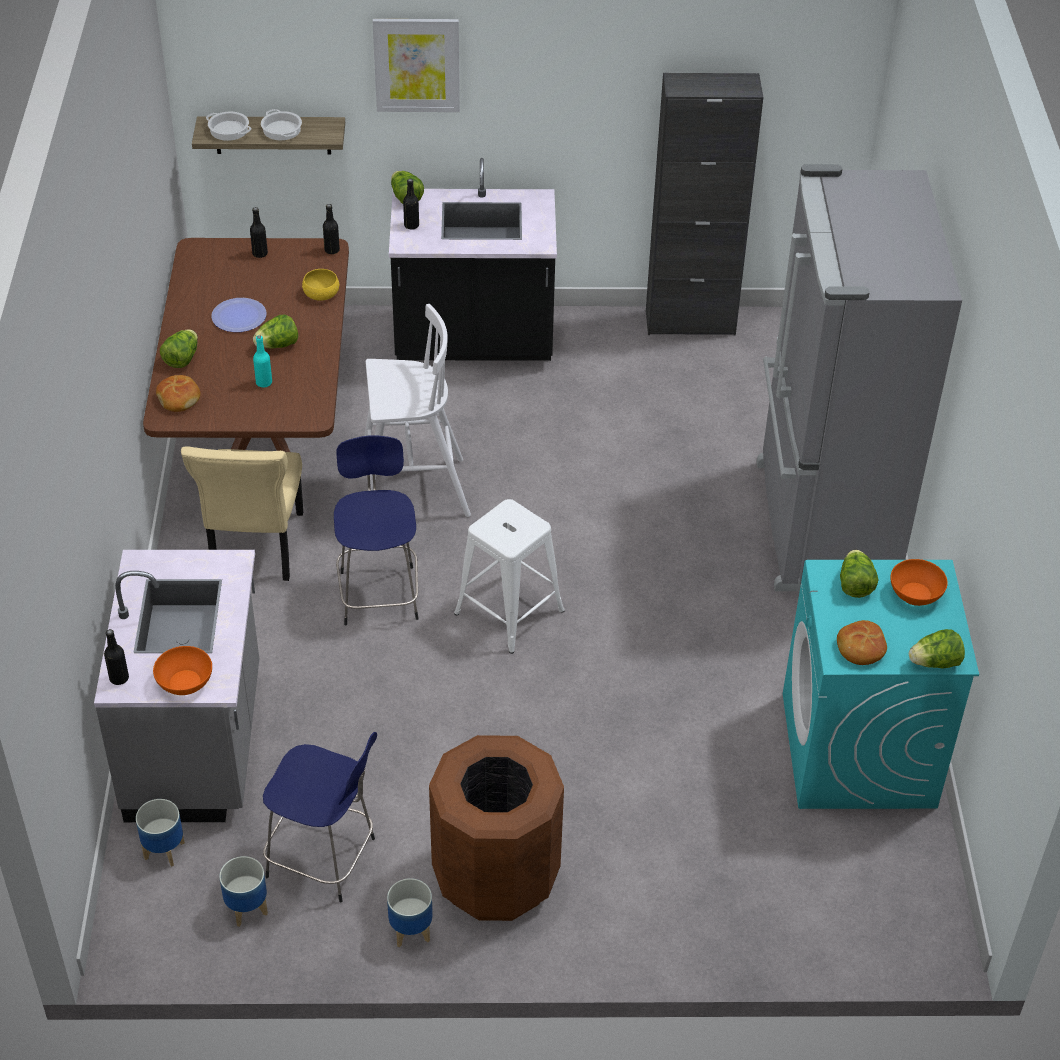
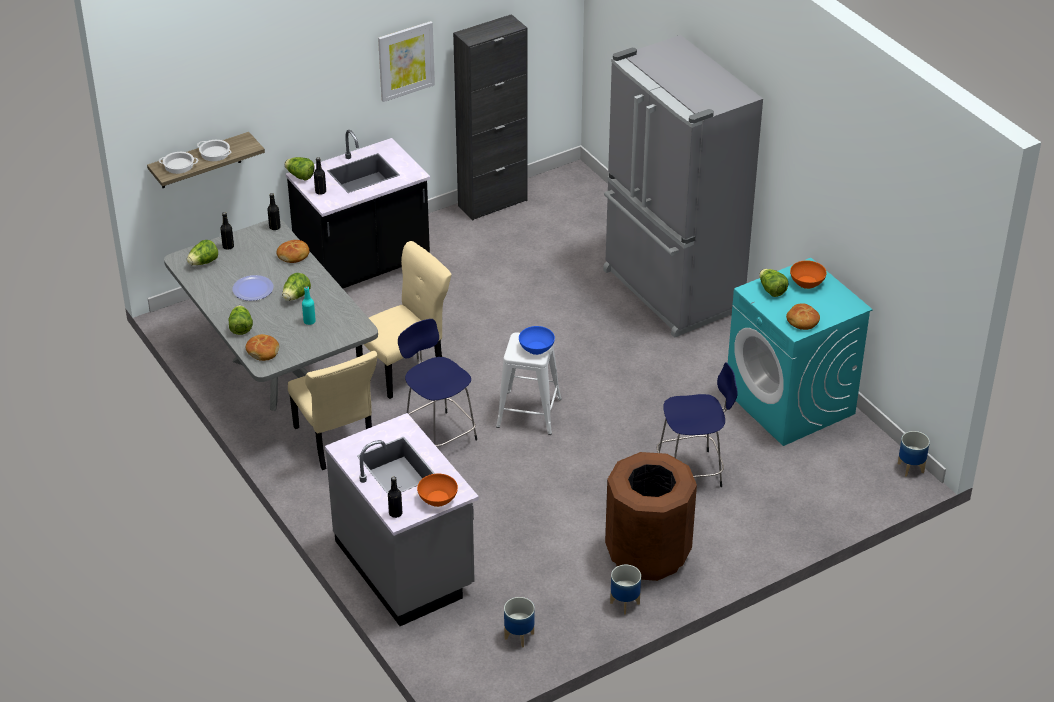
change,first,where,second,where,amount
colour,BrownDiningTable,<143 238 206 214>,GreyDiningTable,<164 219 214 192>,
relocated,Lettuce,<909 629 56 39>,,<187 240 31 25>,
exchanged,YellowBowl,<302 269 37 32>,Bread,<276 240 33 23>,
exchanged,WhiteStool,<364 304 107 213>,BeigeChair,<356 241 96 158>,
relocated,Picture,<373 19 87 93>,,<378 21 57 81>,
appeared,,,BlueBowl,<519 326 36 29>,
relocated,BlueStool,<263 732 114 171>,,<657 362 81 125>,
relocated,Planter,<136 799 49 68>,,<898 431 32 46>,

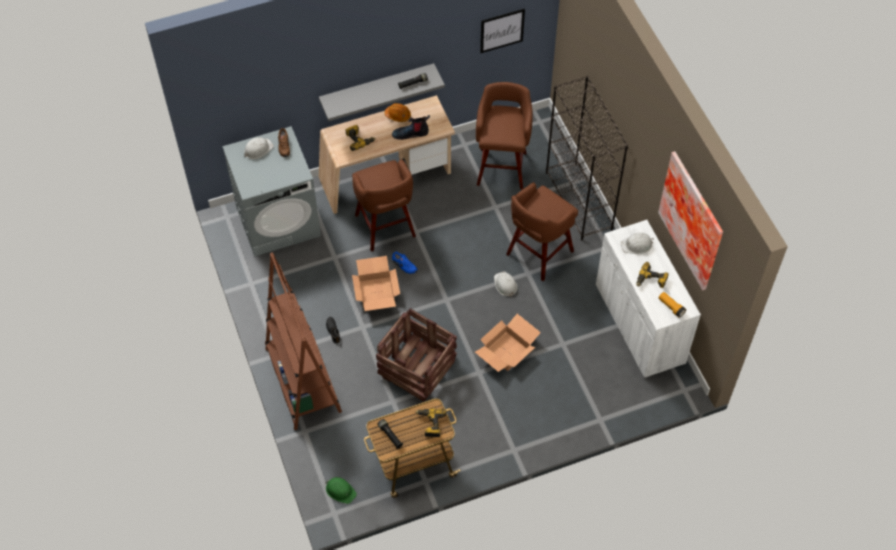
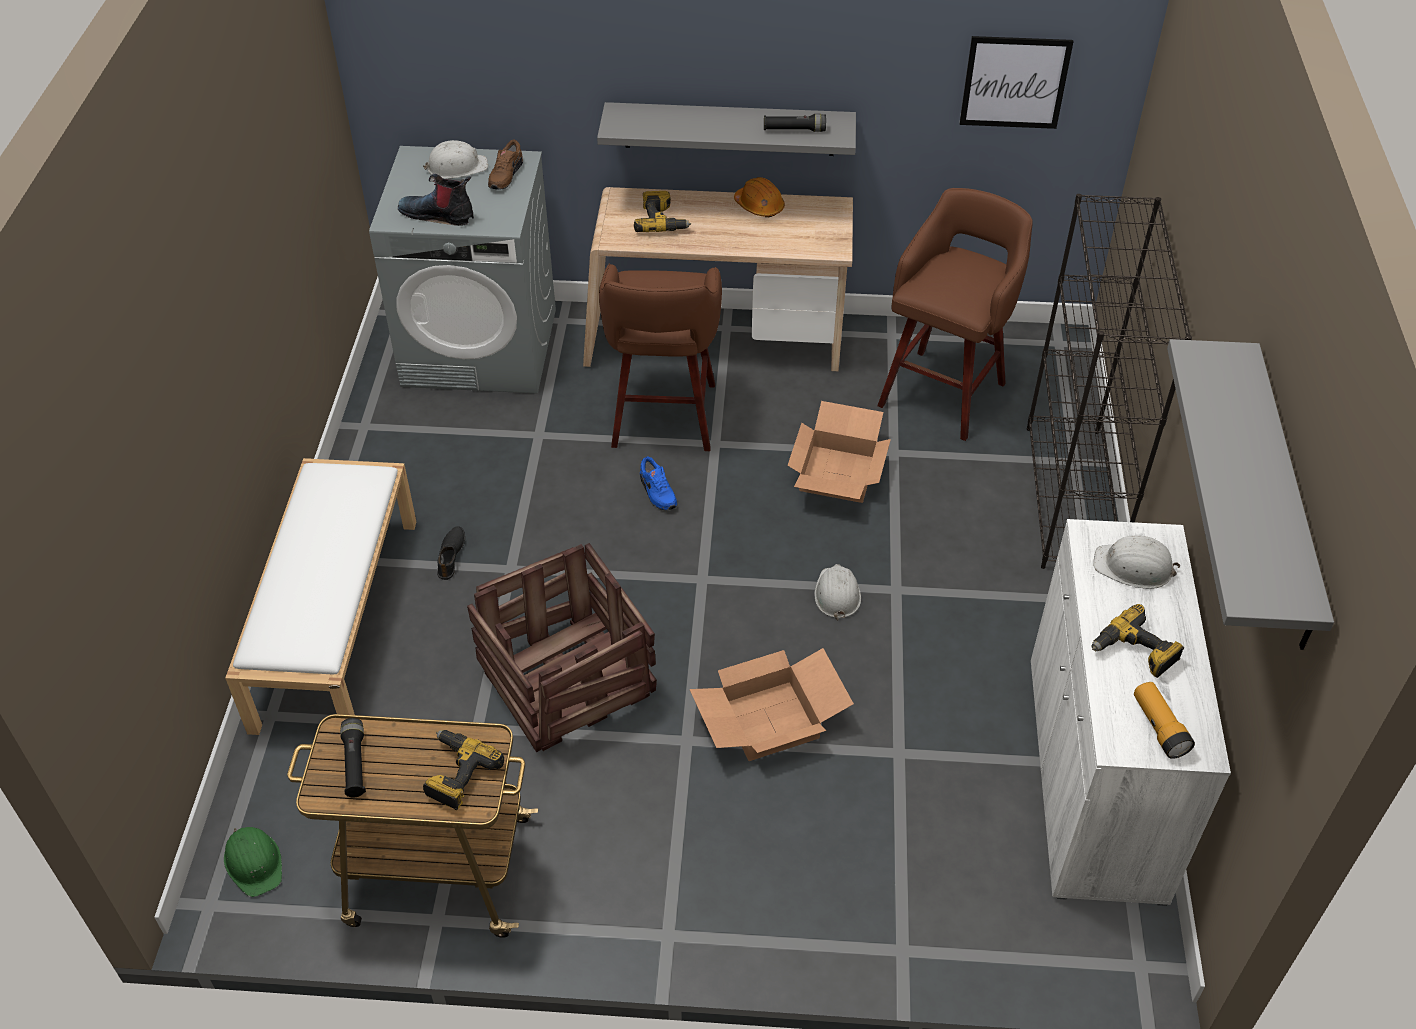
change,first,where,second,where,amount
exchanged,BrownBookcase,<265 252 77 178>,WhiteBench,<225 458 191 277>,
relocated,Boot,<392 115 38 25>,,<398 174 76 52>,
relocated,CardboardBox,<352 256 48 55>,,<787 401 104 102>,
exchanged,Picture,<658 151 65 139>,GreyShelf,<1167 339 167 311>,
missing,BrownStool,<506 182 72 99>,,,

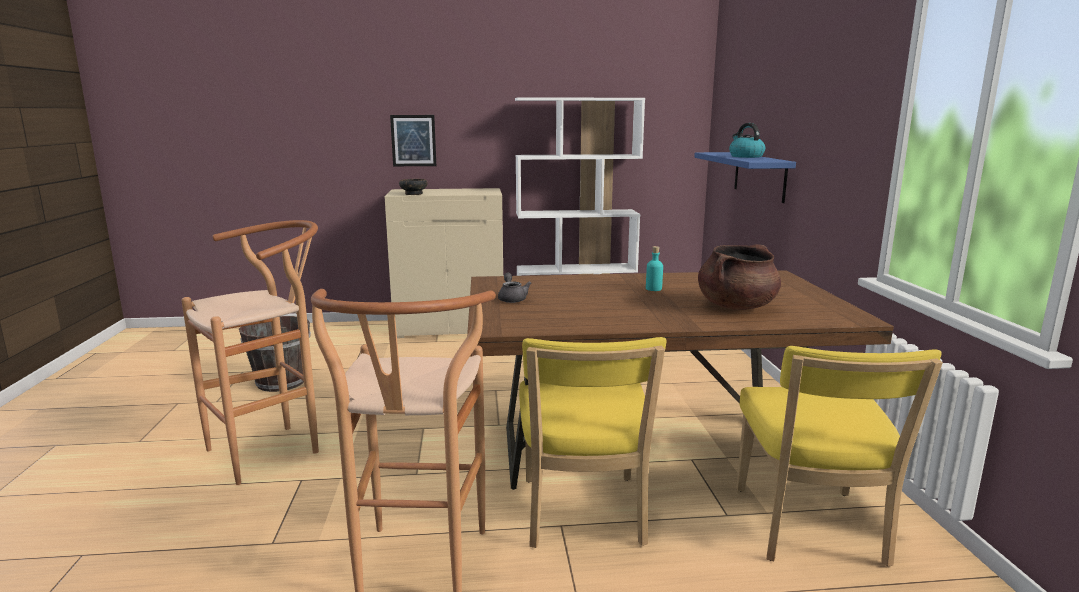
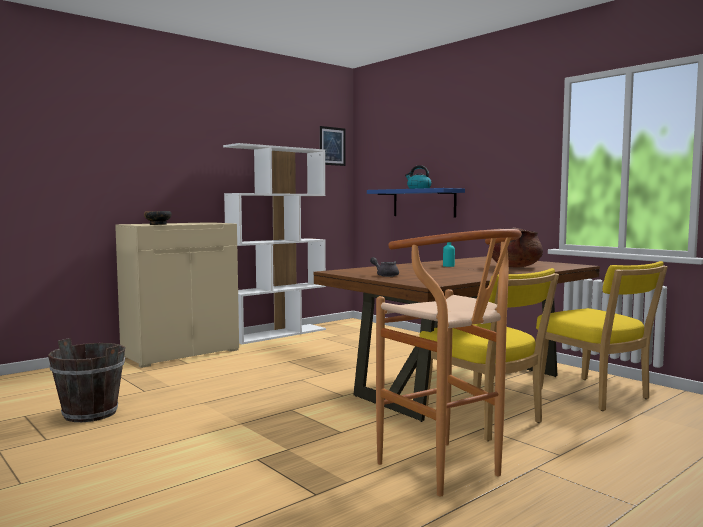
change,first,where,second,where,amount
relocated,Picture,<390 115 46 51>,,<320 126 25 40>,
missing,BrownStool,<181 220 138 265>,,,

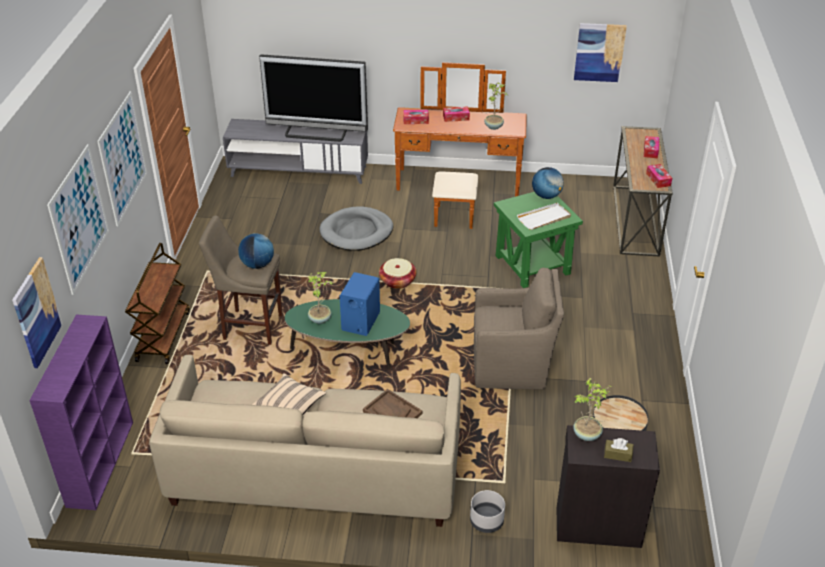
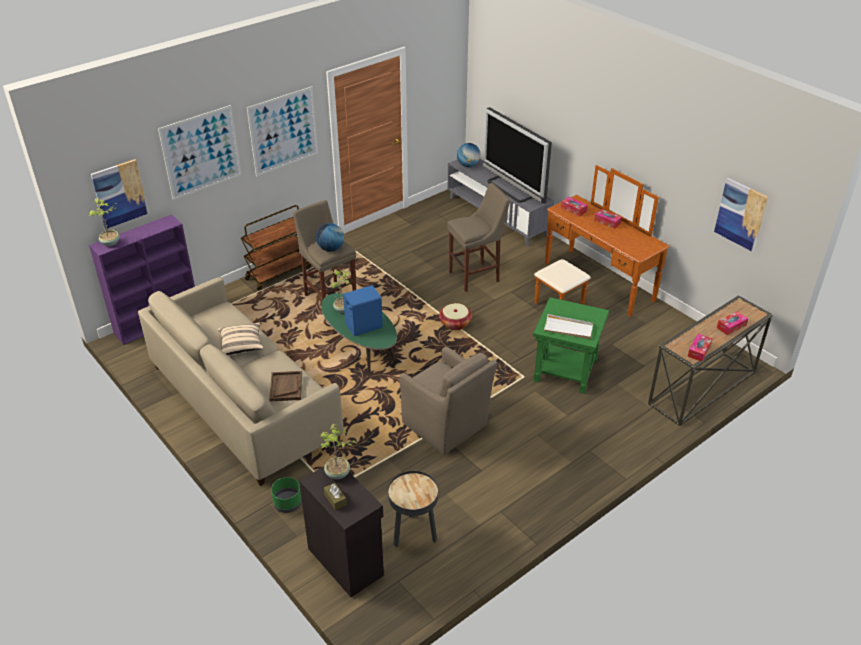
change,first,where,second,where,amount
relocated,PottedPlant,<484 83 23 47>,,<89 198 31 48>,
colour,GreyPlanter,<470 490 35 43>,GreenPlanter,<271 477 31 36>,
exchanged,GreyDogBed,<320 206 73 45>,BeigeStool,<447 183 63 109>,
relocated,Globe,<532 167 32 32>,,<457 143 24 24>,

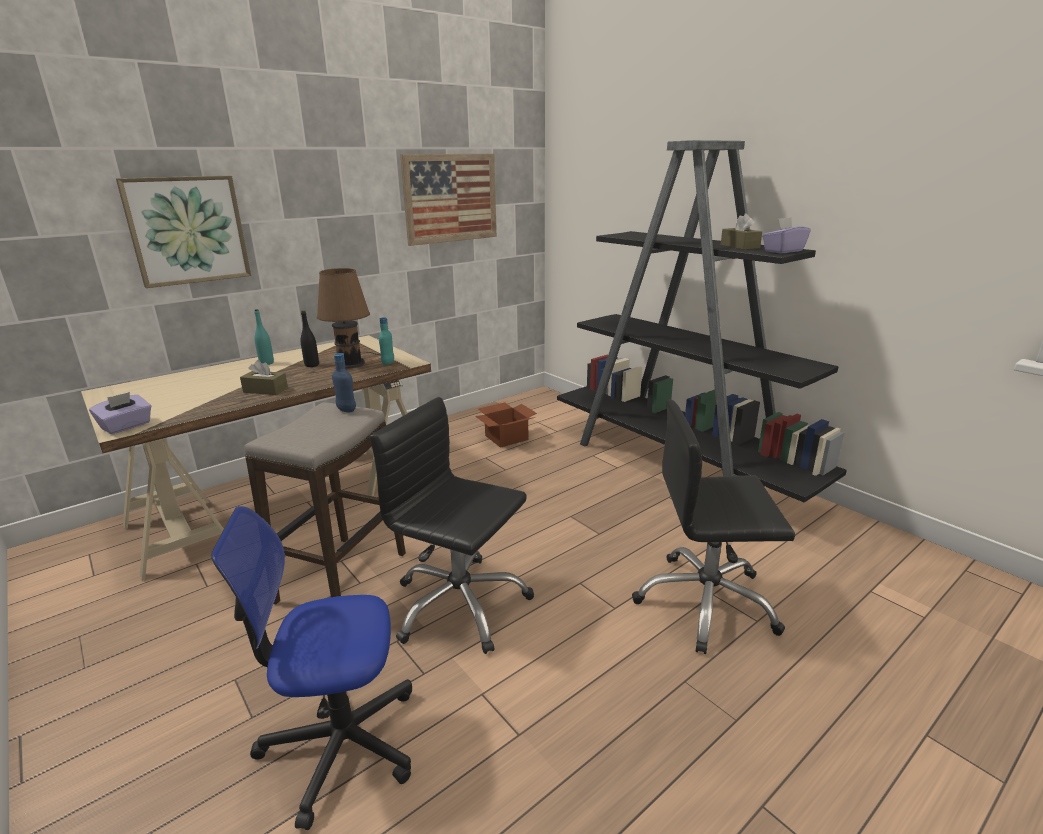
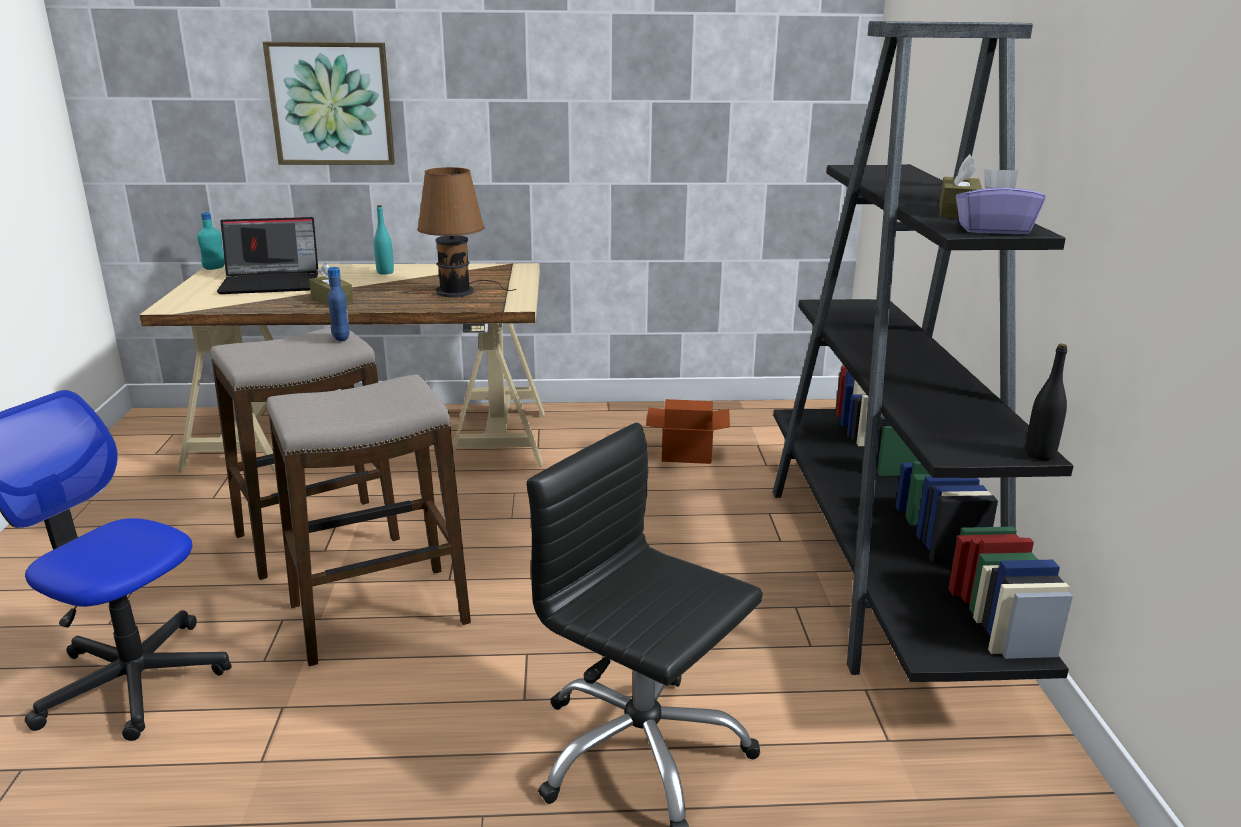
change,first,where,second,where,amount
relocated,TurquoiseBottle,<379 317 15 48>,,<197 212 28 58>,
appeared,,,Laptop,<217 217 101 77>,
exchanged,BlackOfficeChair,<370 397 164 257>,Stool,<267 374 204 292>,
relocated,BlackBottle,<301 310 18 57>,,<1025 344 42 116>,
missing,PurpleTissueBox,<89 392 62 42>,,,
missing,Picture,<400 154 97 92>,,,

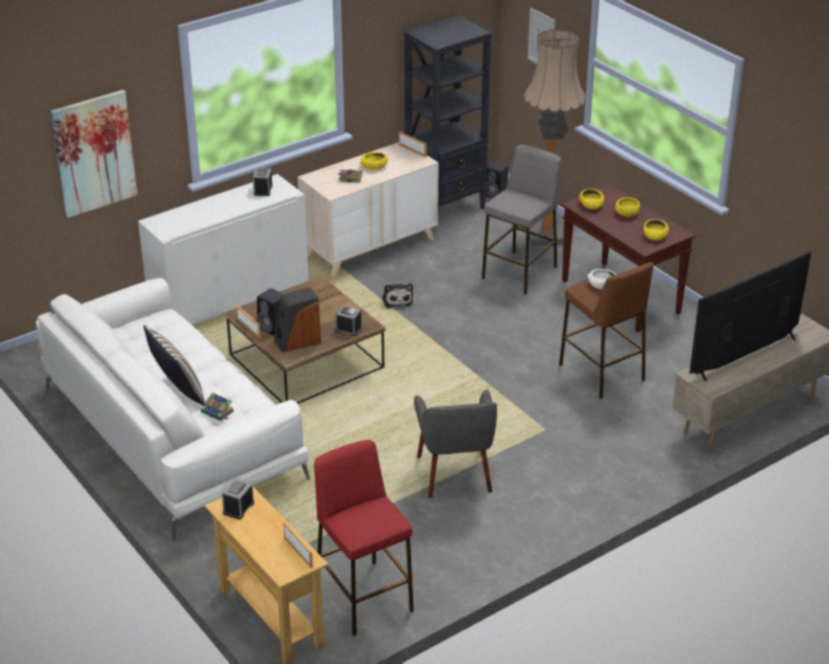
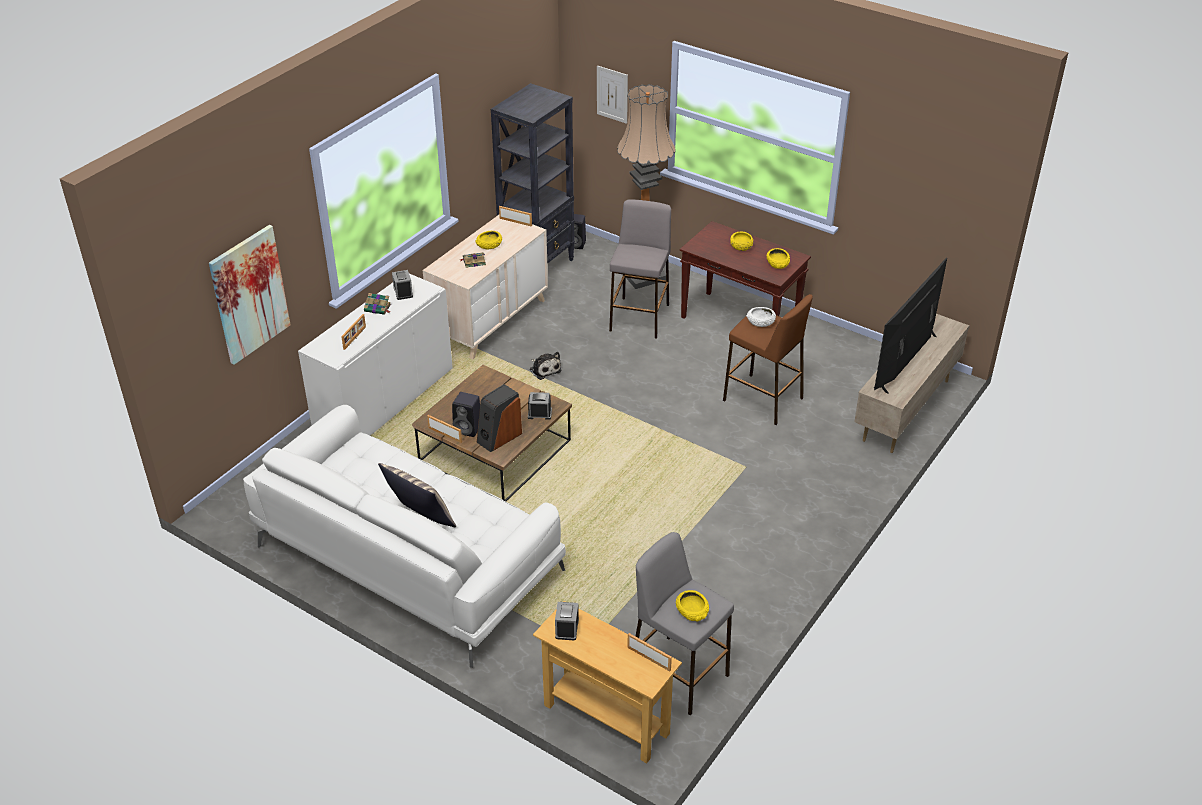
change,first,where,second,where,amount
appeared,,,PictureFrame,<341 314 25 36>,
relocated,Book,<201 392 33 29>,,<364 293 27 22>,
colour,RedStool,<314 440 100 196>,GreyStool,<635 532 99 183>,
relocated,YellowBowl,<579 189 25 20>,,<676 590 33 32>,
missing,GreyArmchair,<414 390 83 108>,,,

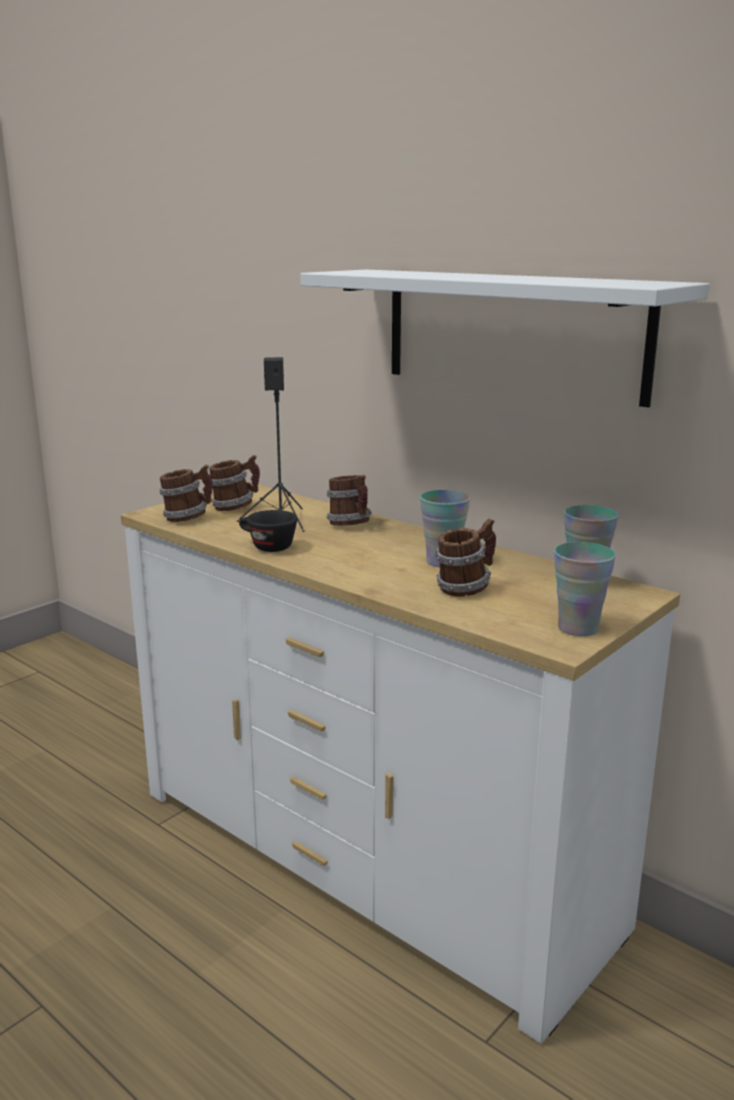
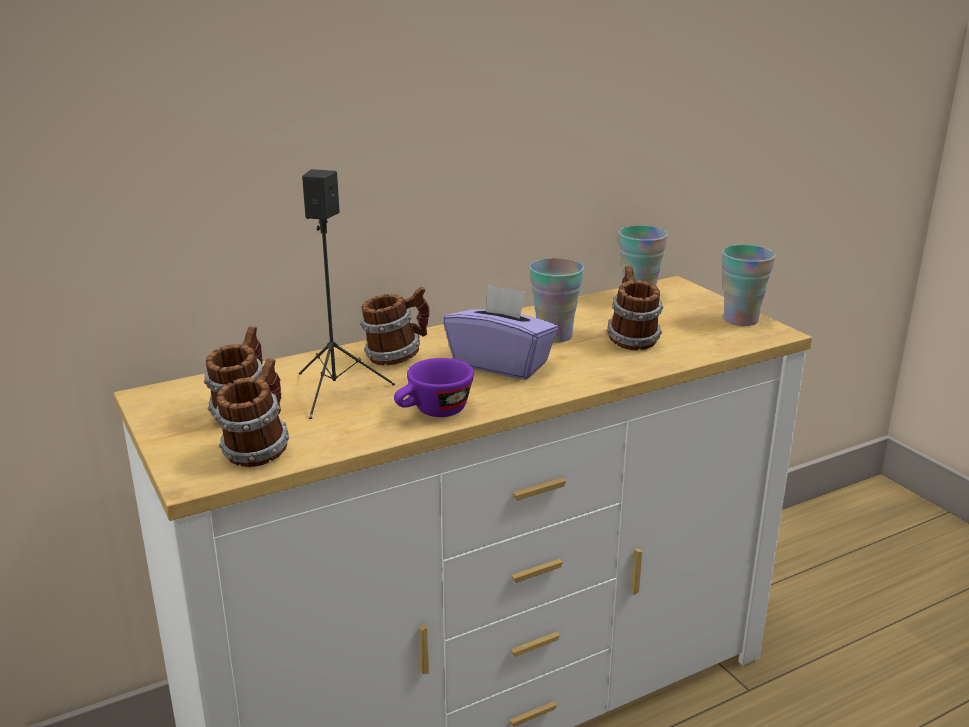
change,first,where,second,where,amount
colour,BlackCup,<239 510 58 42>,PurpleCup,<394 358 80 59>,
appeared,,,PurpleTissueBox,<443 284 115 96>,
missing,WhiteShelf,<300 270 410 138>,,,

